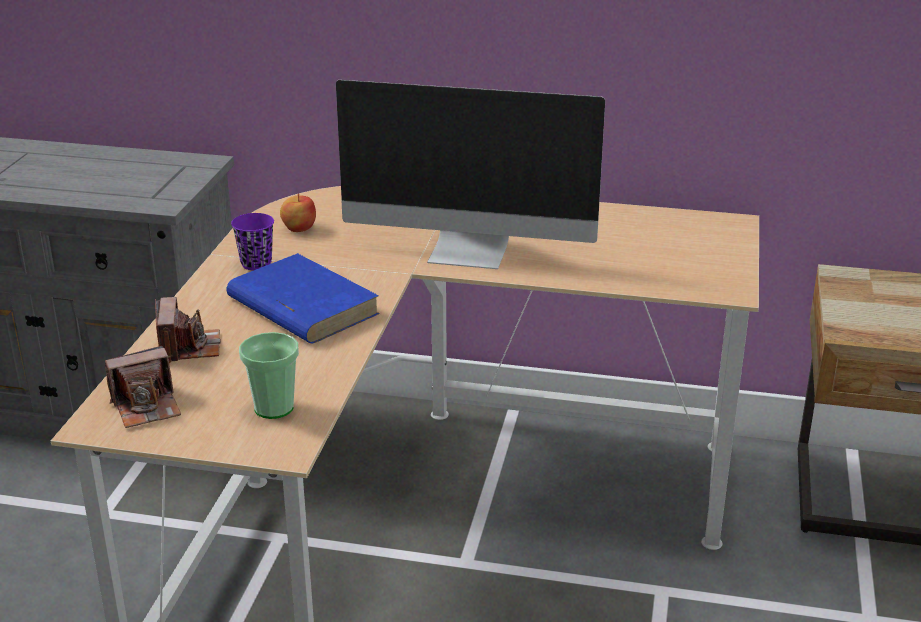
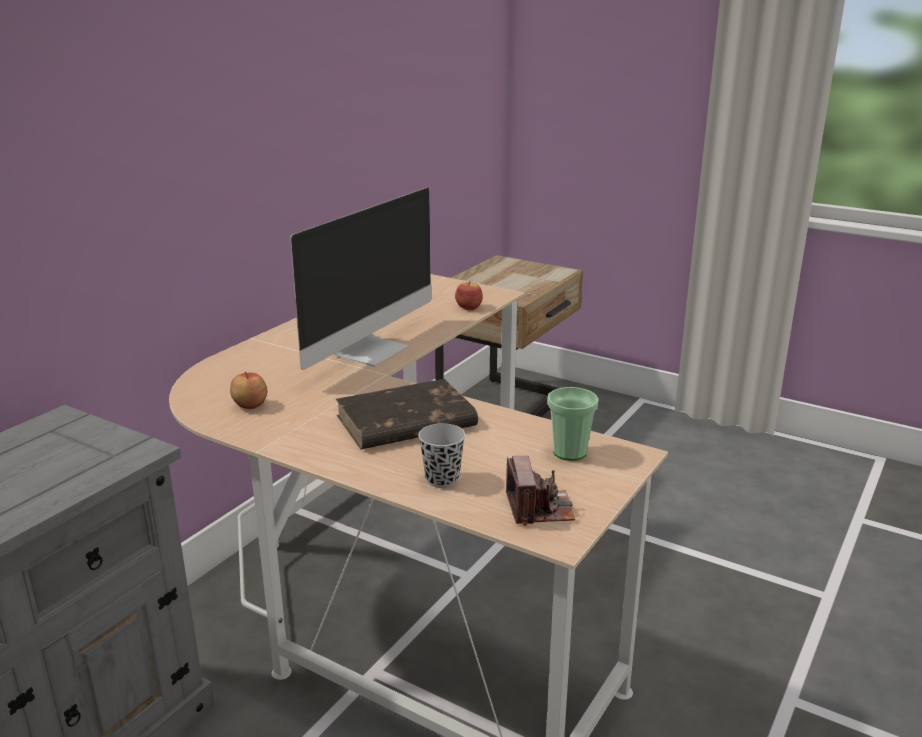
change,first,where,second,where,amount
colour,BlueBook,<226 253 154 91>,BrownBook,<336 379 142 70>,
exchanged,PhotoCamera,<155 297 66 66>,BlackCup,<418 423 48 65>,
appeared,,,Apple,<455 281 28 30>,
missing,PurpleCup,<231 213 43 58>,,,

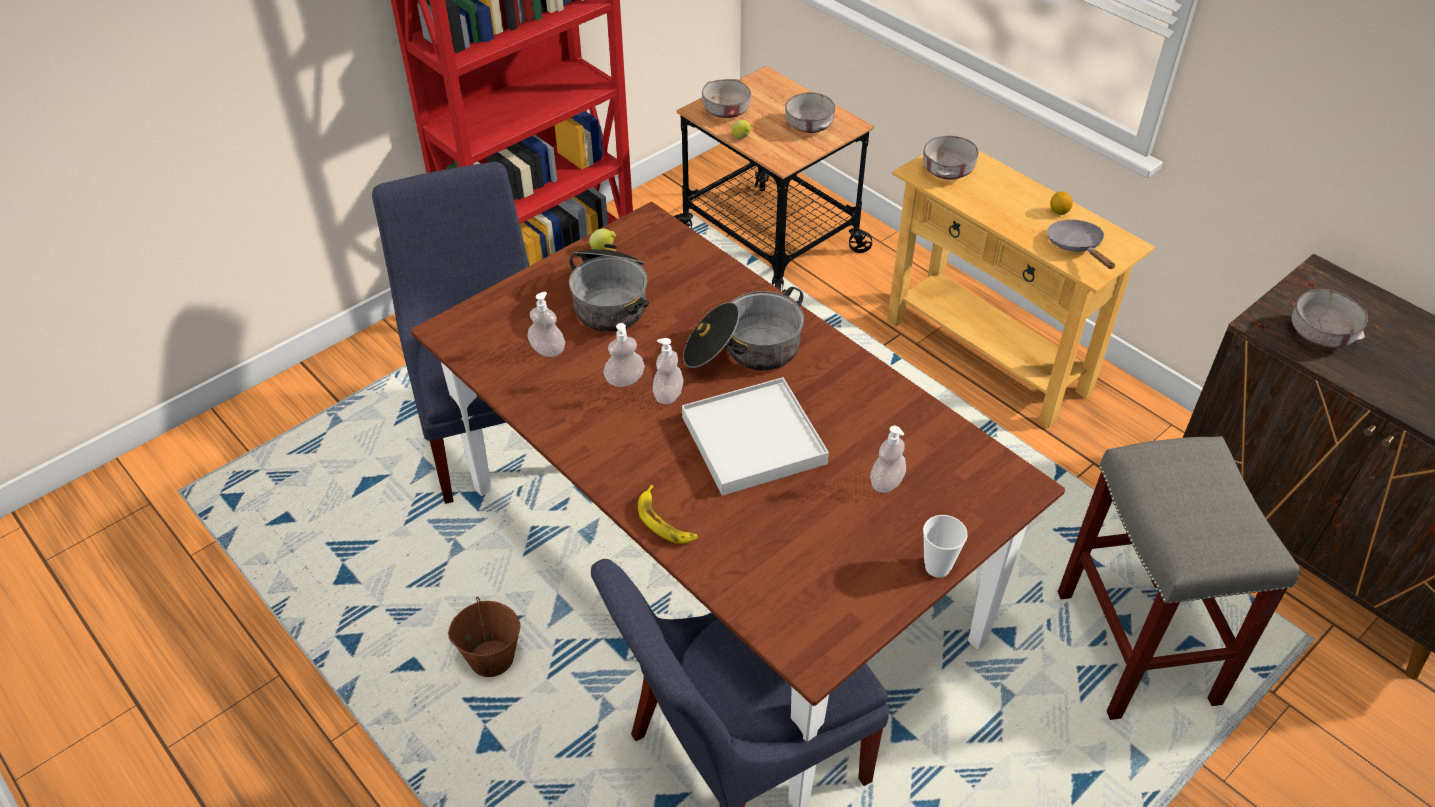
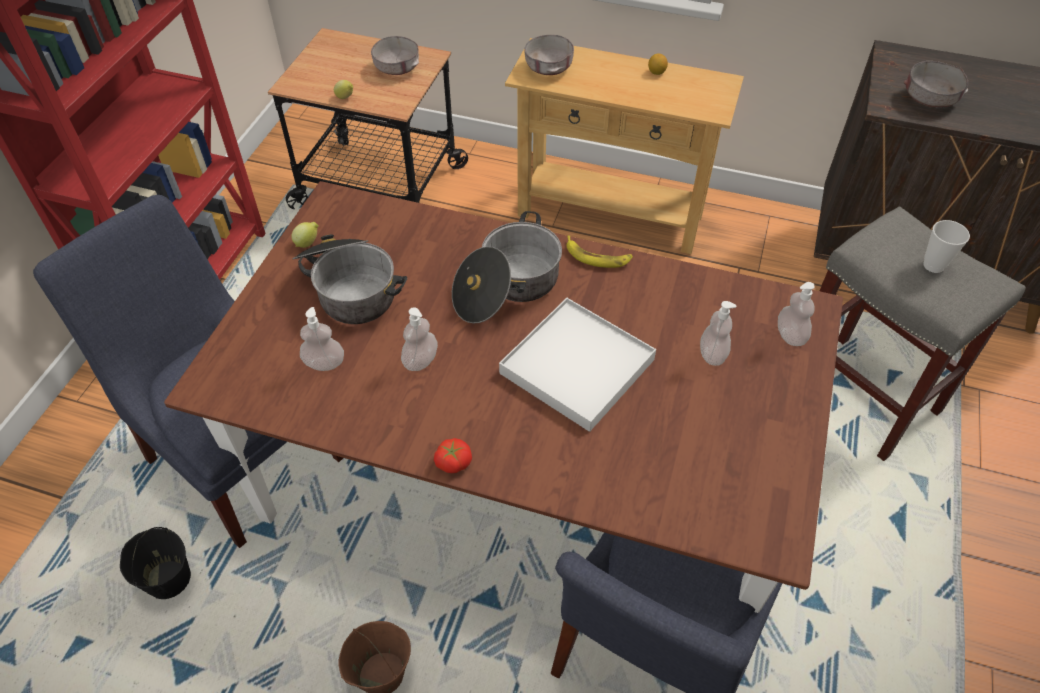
change,first,where,second,where,amount
appeared,,,BlackBucket,<120 527 71 72>,
appeared,,,Tomato,<434 438 38 35>,
relocated,Banana,<638 485 60 59>,,<567 236 66 32>,
relocated,SoapDispenser,<653 338 30 66>,,<778 282 37 64>,
relocated,Cup,<923 515 45 63>,,<923 220 47 53>,
missing,GreyBowl,<702 79 49 39>,,,
missing,GreyFryingPan,<1047 220 68 49>,,,

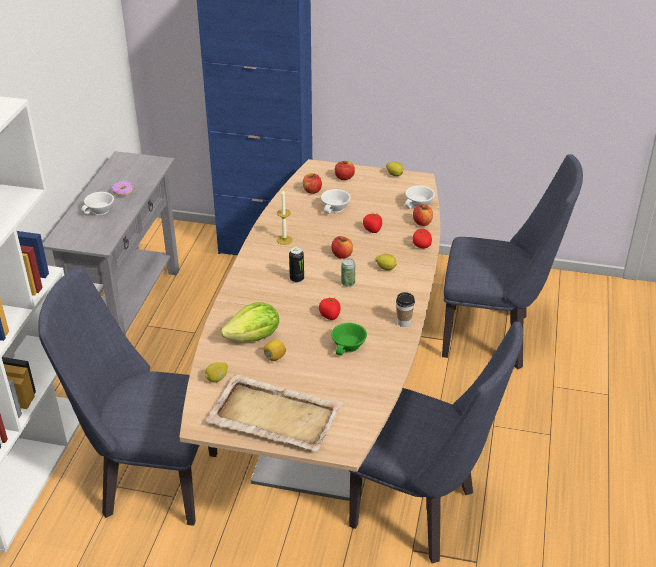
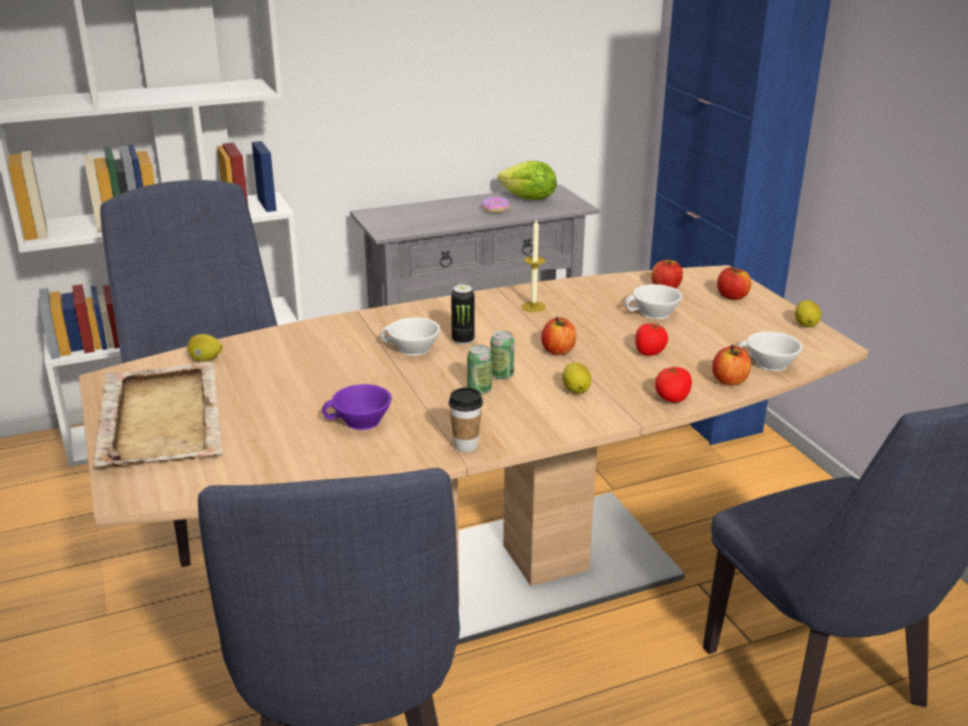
change,first,where,second,where,amount
colour,GreenCup,<331 323 36 33>,PurpleCup,<322 384 70 46>,
relocated,WhiteCup,<81 192 33 23>,,<381 317 59 39>,
appeared,,,Can,<467 345 25 49>,
relocated,Lettuce,<221 302 58 40>,,<498 161 59 39>,
missing,Lemon,<264 340 22 21>,,,
missing,Tomato,<319 298 22 22>,,,

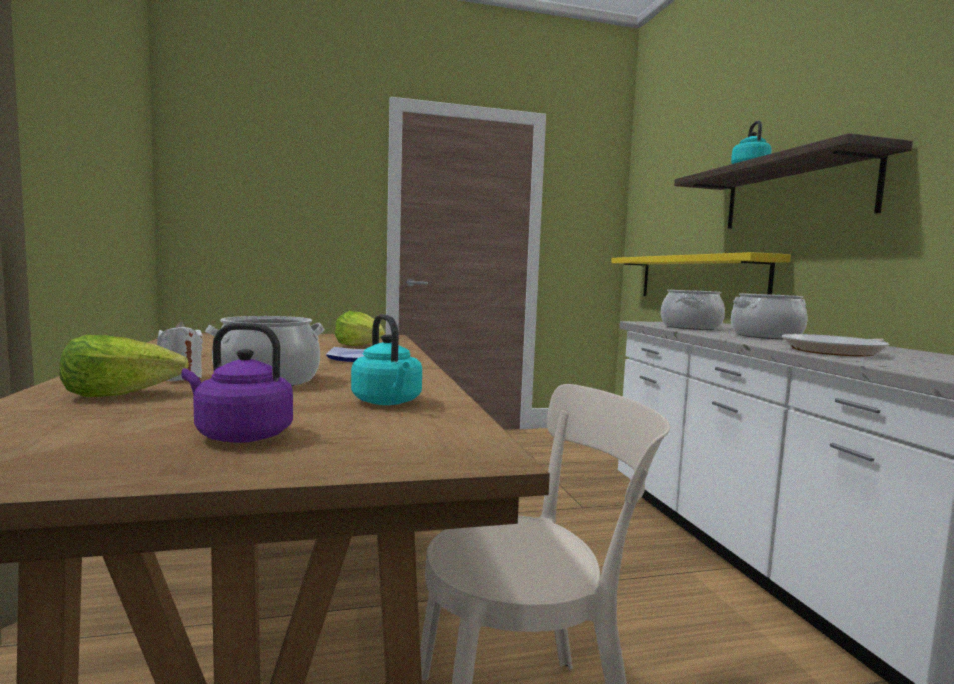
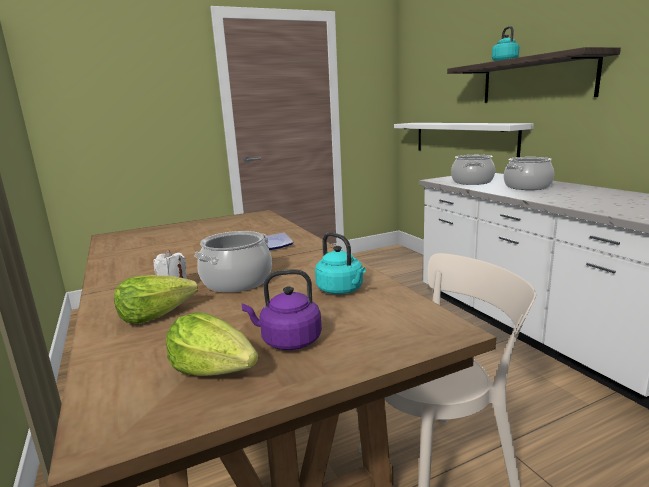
change,first,where,second,where,amount
relocated,Lettuce,<335 311 50 35>,,<166 312 92 64>,
colour,YellowShelf,<611 252 180 44>,WhiteShelf,<394 123 140 34>,
missing,FryingPan,<782 334 107 22>,,,

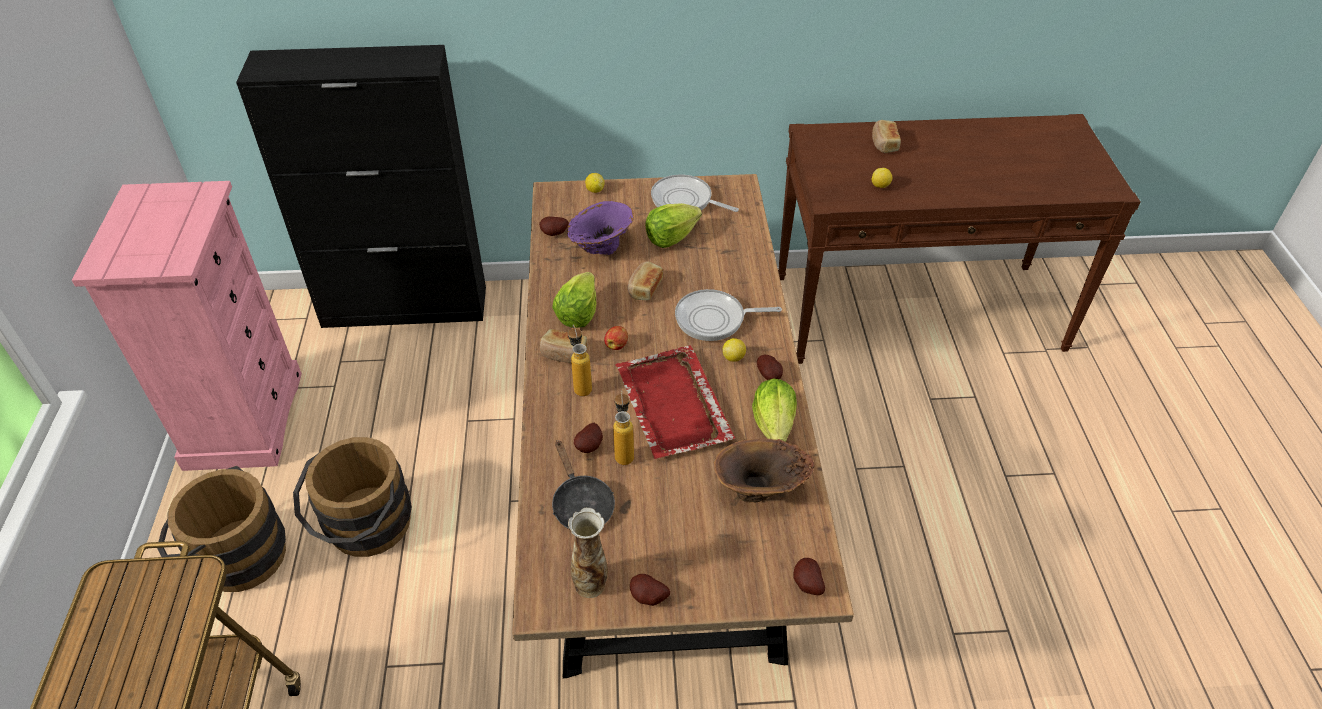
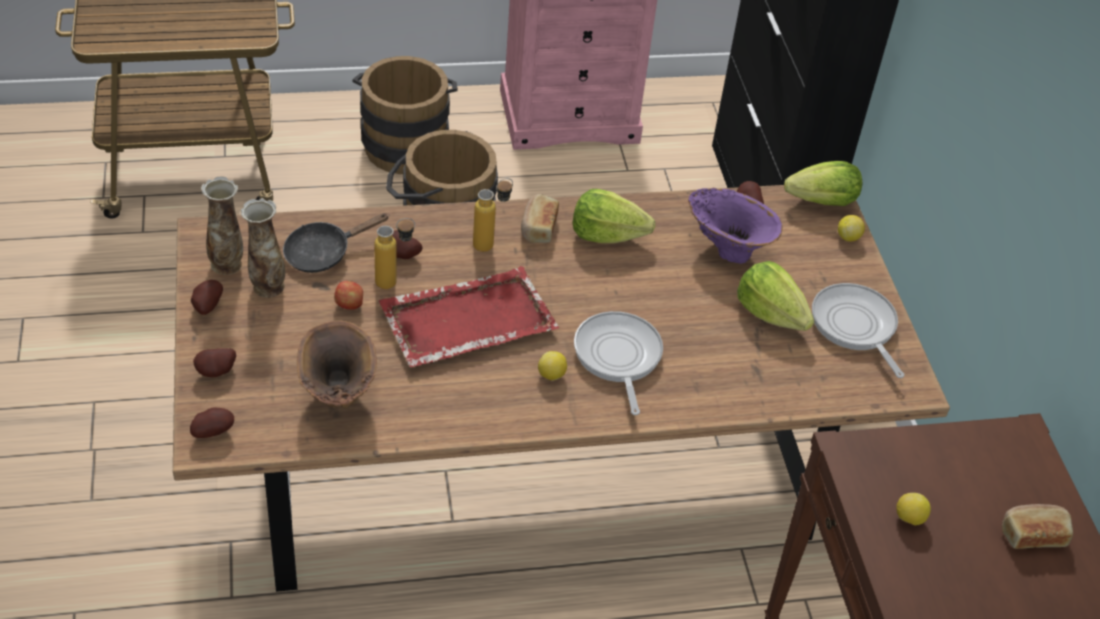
change,first,where,second,where,amount
relocated,Potato,<757 355 26 25>,,<193 348 43 29>,
appeared,,,Vase,<241 198 44 100>,
relocated,Apple,<604 326 24 24>,,<334 281 29 29>,
relocated,Lettuce,<752 378 45 64>,,<784 161 78 45>,
spun,FryingPan,<651 175 88 37>,,<812 283 93 95>,45 degrees counterclockwise
missing,Bread,<628 262 35 38>,,,

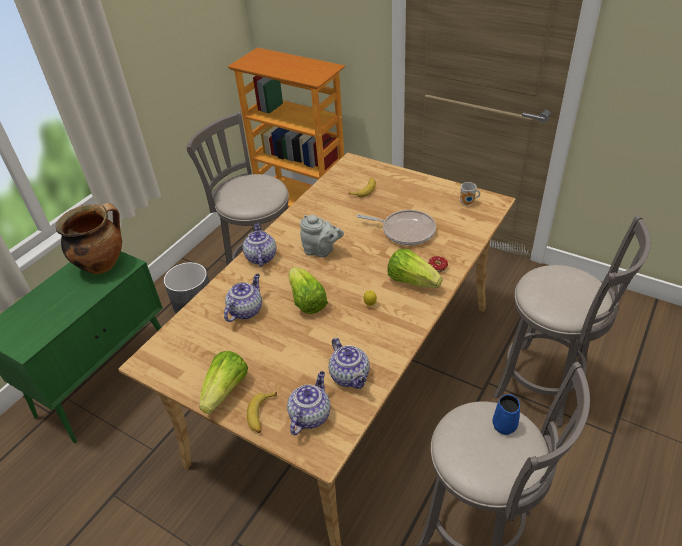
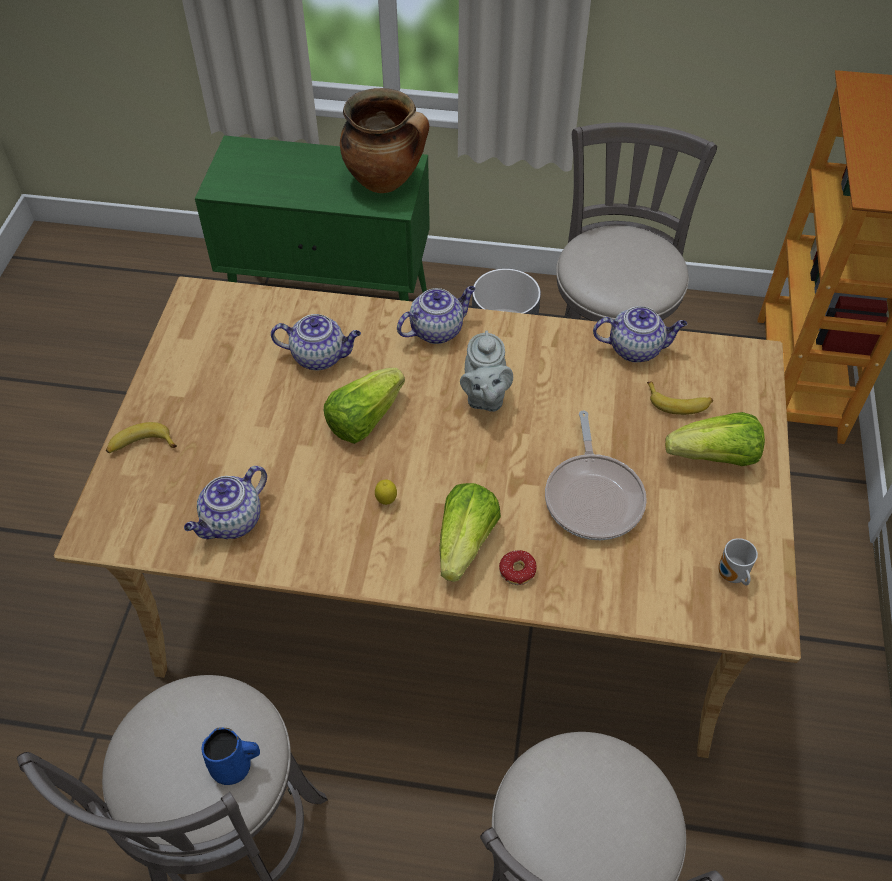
change,first,where,second,where,amount
relocated,Teapot,<287 371 43 64>,,<593 306 94 56>,
relocated,Lettuce,<199 351 49 63>,,<665 412 100 54>,

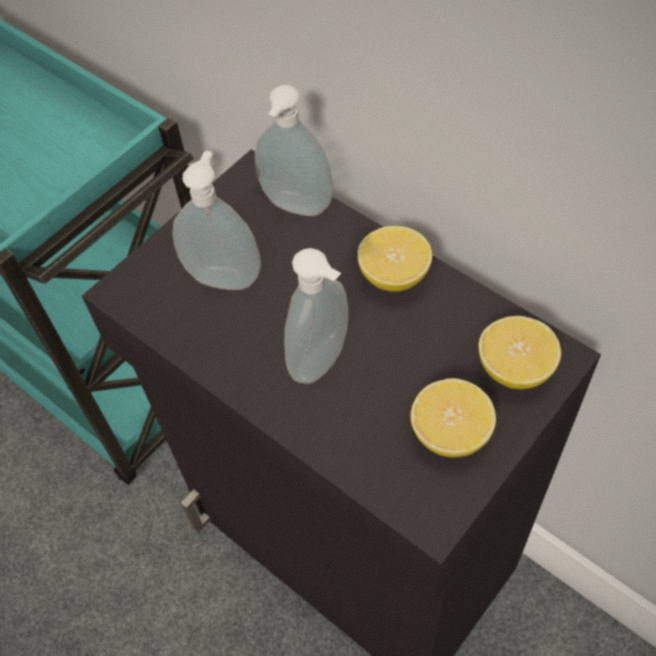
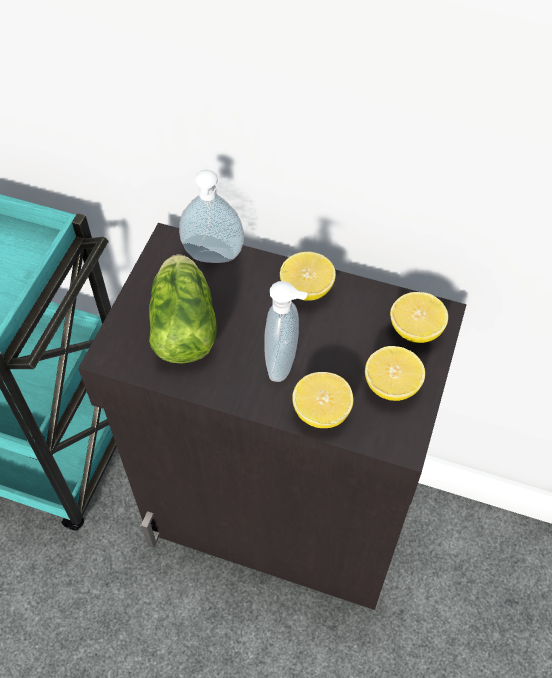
change,first,where,second,where,amount
exchanged,SoapDispenser,<172 151 89 139>,Lettuce,<149 255 68 109>,
appeared,,,Lemon,<292 372 62 56>,

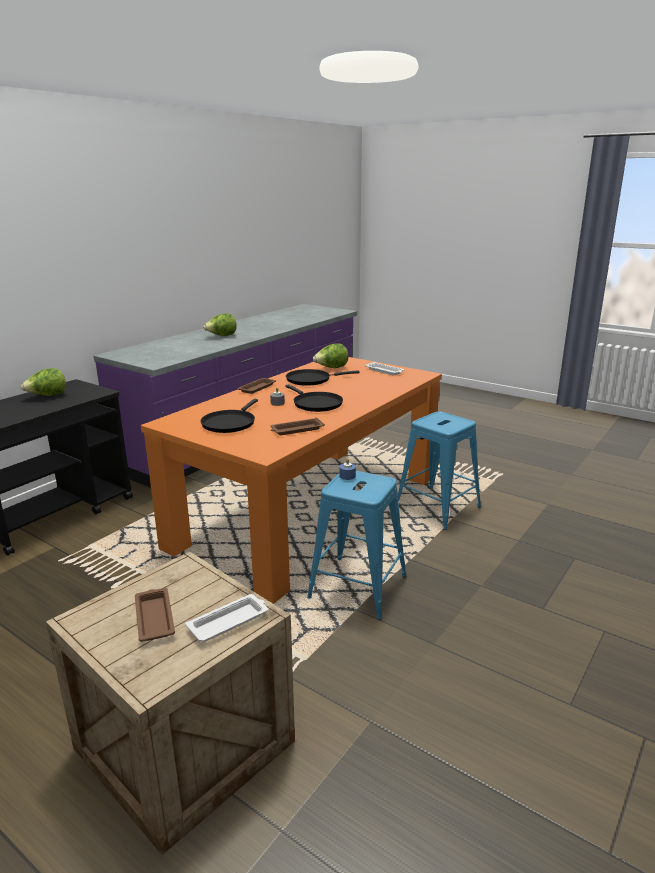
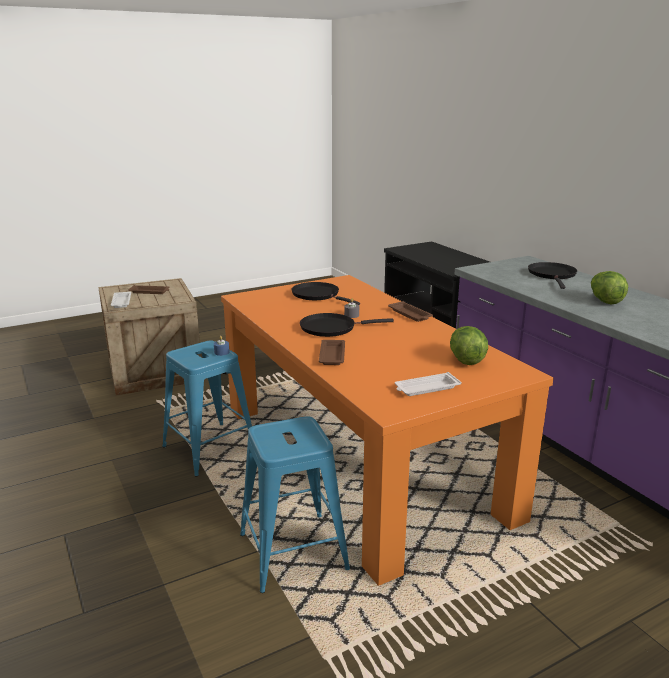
change,first,where,second,where,amount
relocated,BrownTray,<271 417 54 18>,,<319 340 26 25>,
relocated,BlackFryingPan,<286 369 74 17>,,<528 262 49 27>,
missing,Lettuce,<21 368 45 28>,,,

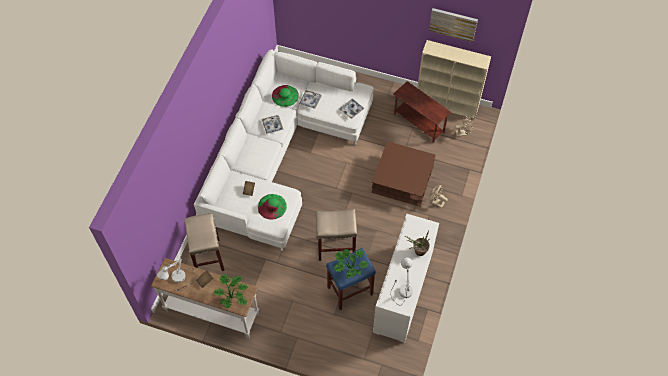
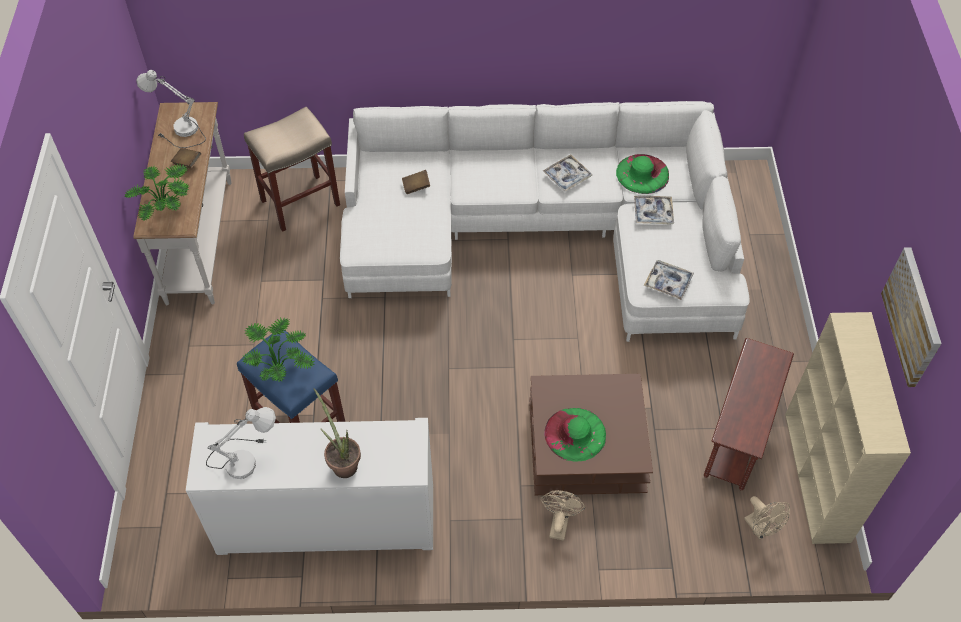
change,first,where,second,where,amount
relocated,GreenHat,<258 194 29 26>,,<544 408 62 54>,
missing,BeigeStool,<316 209 41 52>,,,

